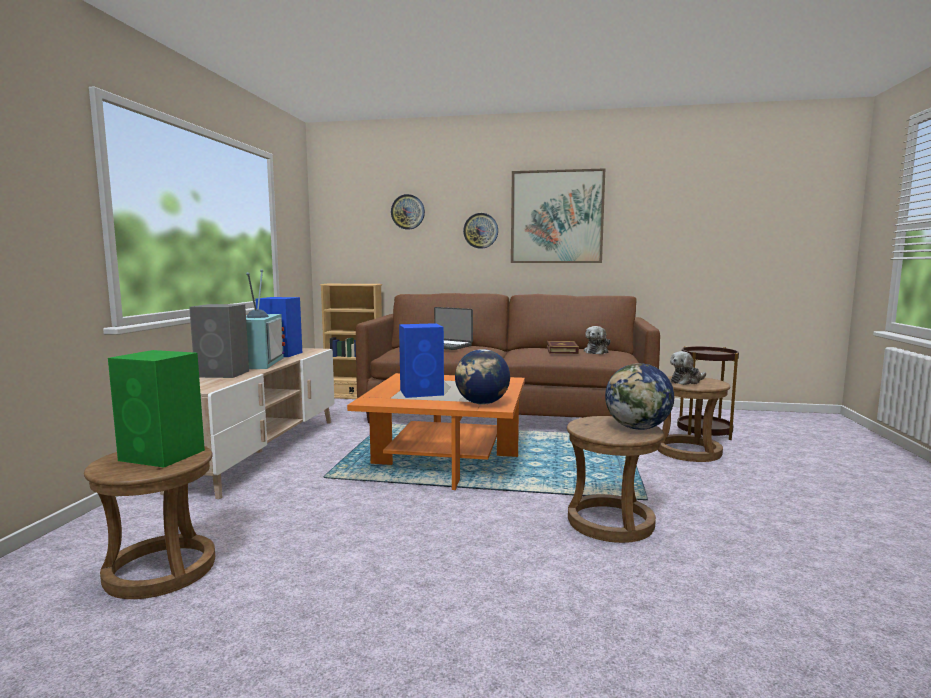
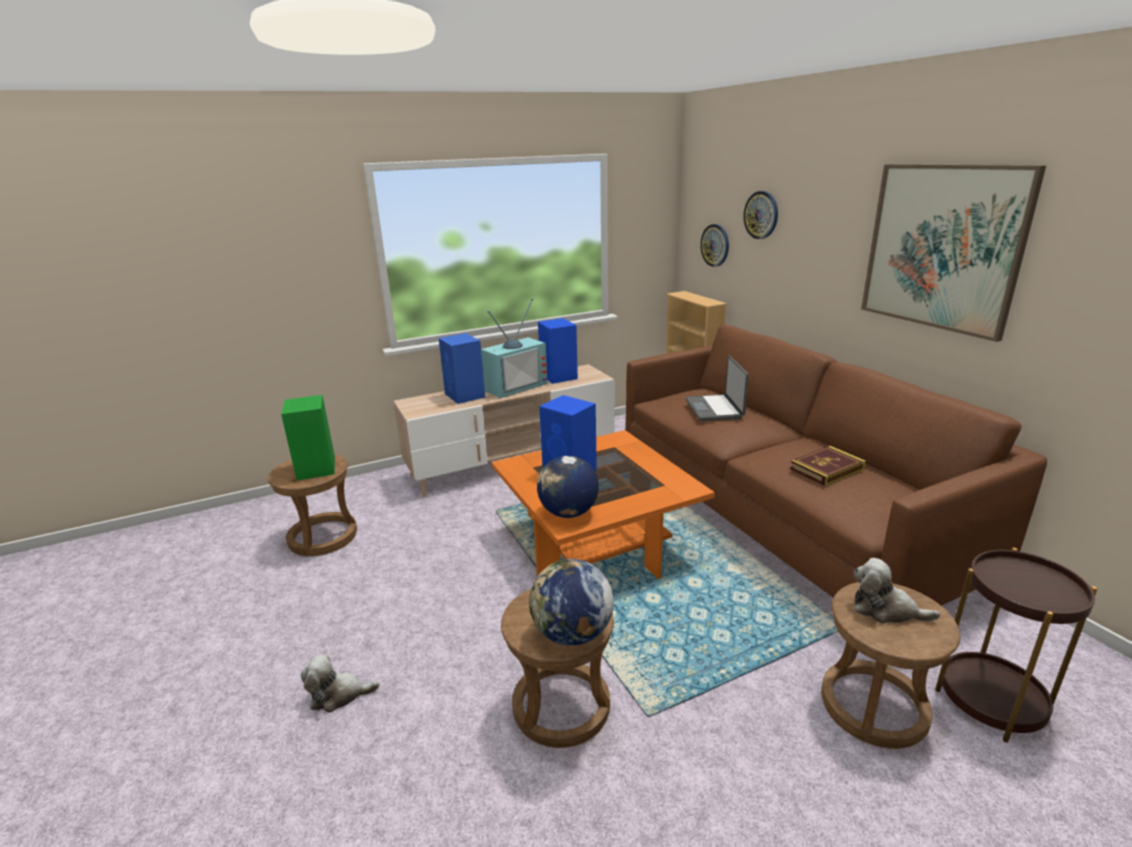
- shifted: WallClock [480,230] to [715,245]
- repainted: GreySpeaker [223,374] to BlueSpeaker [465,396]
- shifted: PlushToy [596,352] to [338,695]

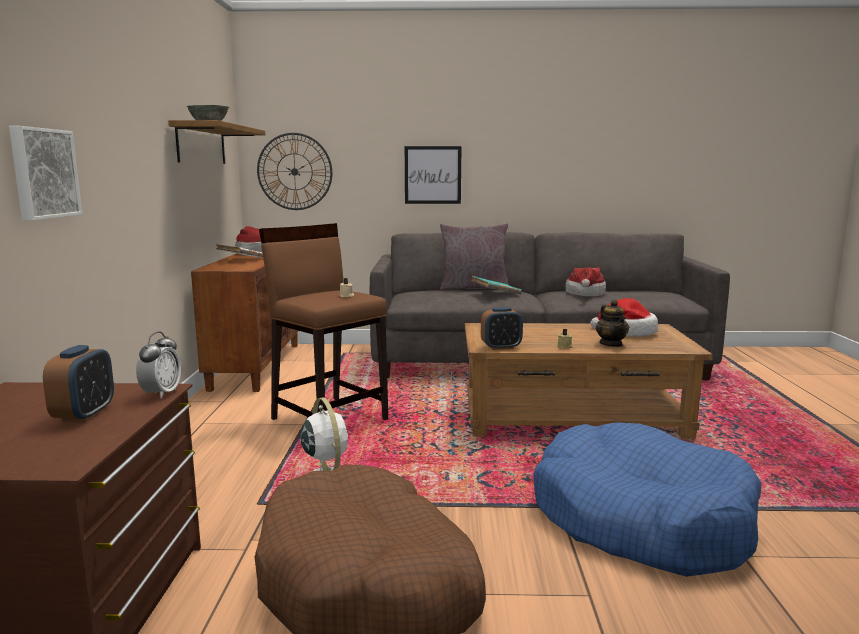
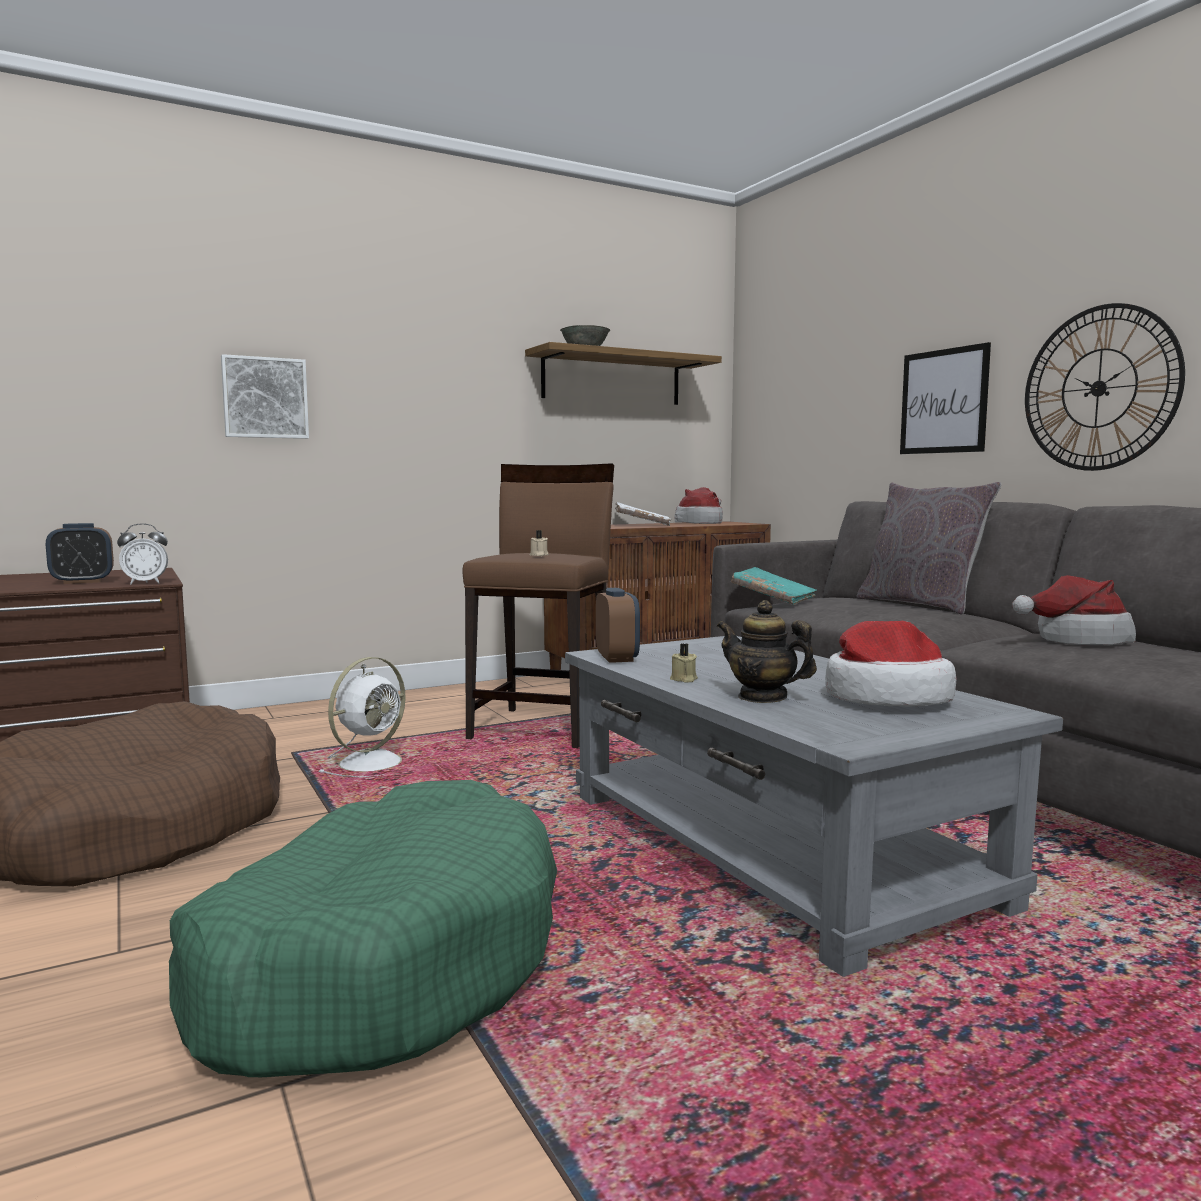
- shifted: WallClock [294,171] to [1099,388]
- shifted: TurquoiseBook [496,293] to [772,599]
- rotated: Teapot [611,344] = [763,697] 75 degrees clockwise
- rotated: AlarmClock [501,347] = [617,658] 150 degrees counterclockwise
- repainted: BrownCoffeeTable [573,418] to GreyCoffeeTable [771,848]
- repainted: BlueDogBed [640,519] to GreenDogBed [381,961]

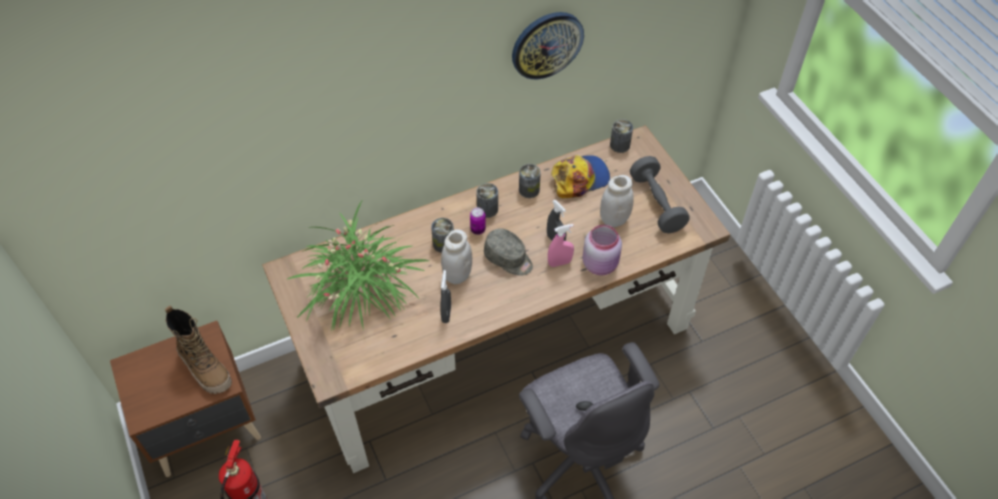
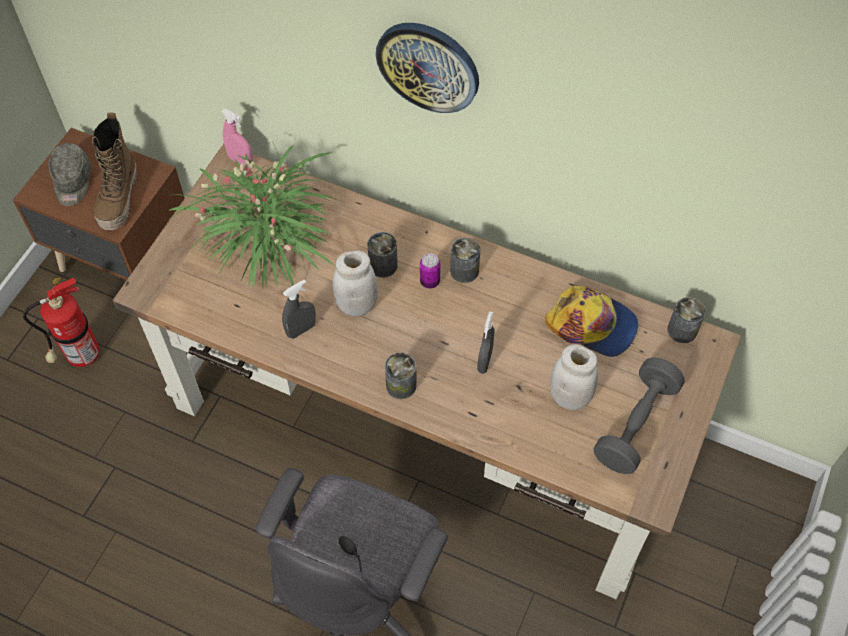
- shifted: WallClock [546,44] to [428,66]
- shifted: Can [529,190] to [401,385]
- shifted: PinkSprayBottle [559,263] to [240,161]
- gone: PinkJar [601,264]
- shifted: GreyCap [508,258] to [72,182]

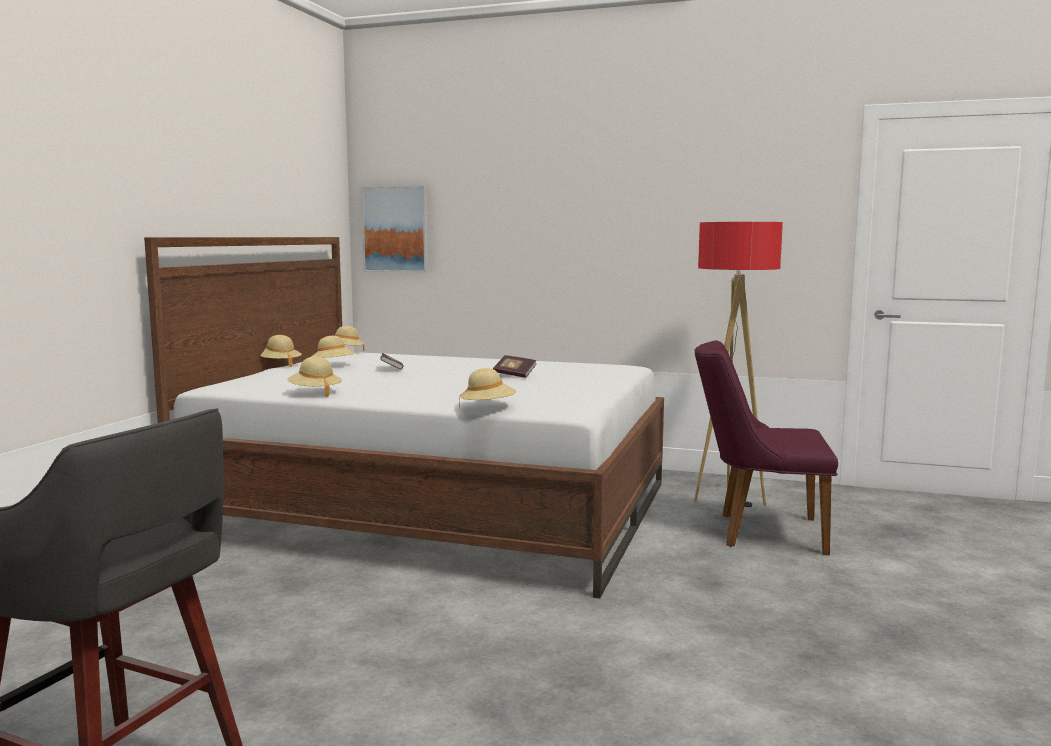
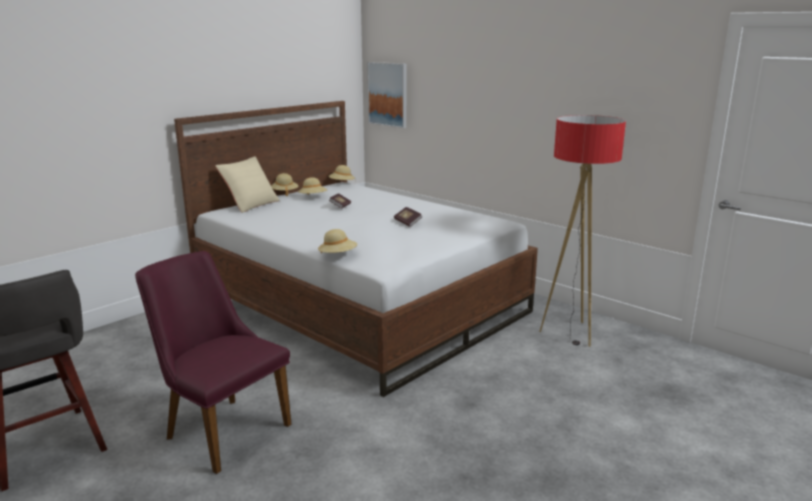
- shifted: PurpleChair [759,531] to [220,428]
- gone: BeigeHat [315,393]
- new: BeigePillow [250,204]

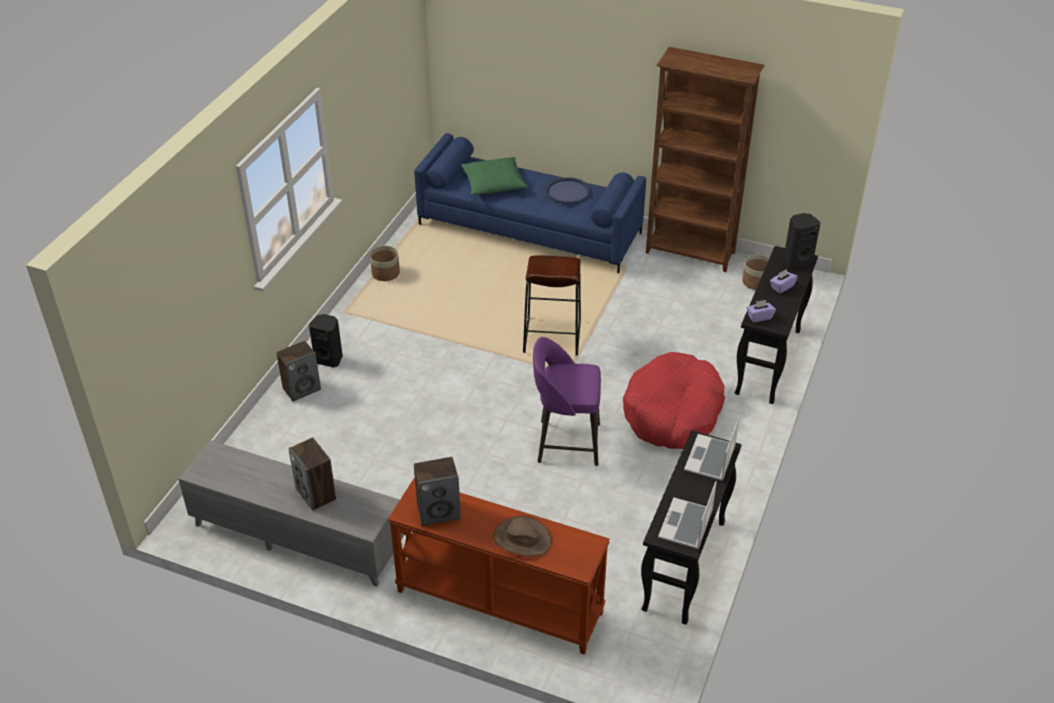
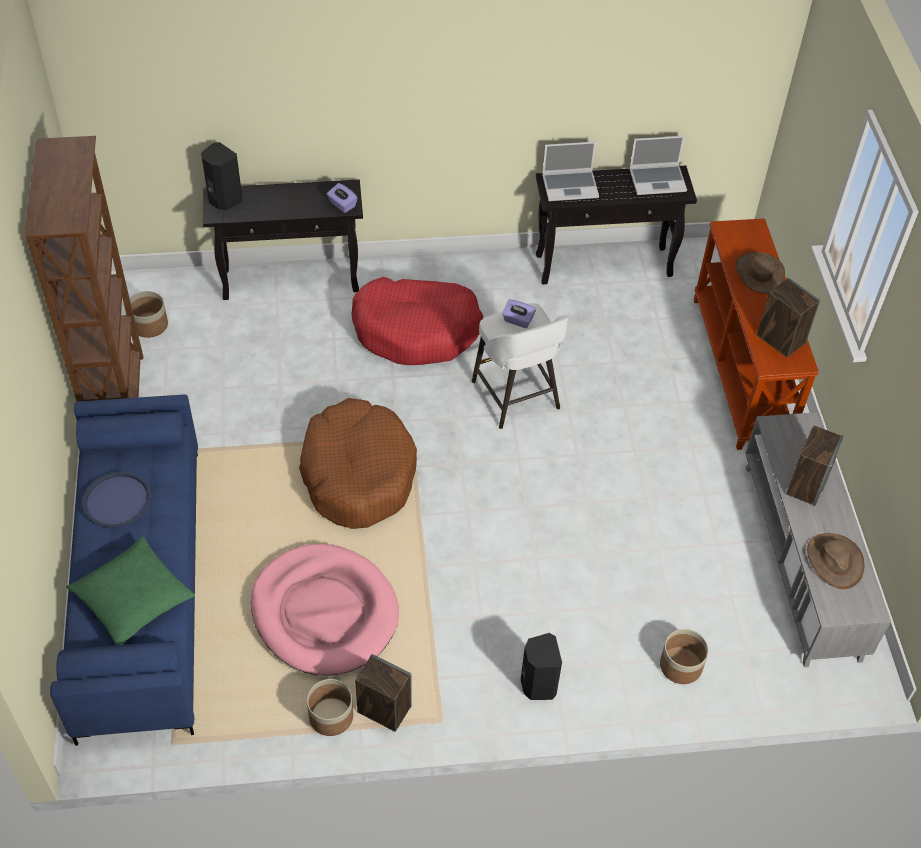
- swapped: BrownStool [551,337] to BrownDogBed [358,474]
- shifted: PurpleTissueBox [782,287] to [518,320]
- repainted: PurpleStool [566,442] to WhiteStool [516,397]
- shifted: Speaker [302,389] to [383,709]
- new: BrownHat [834,561]
- new: PinkDogBed [324,612]
- new: Planter [680,666]

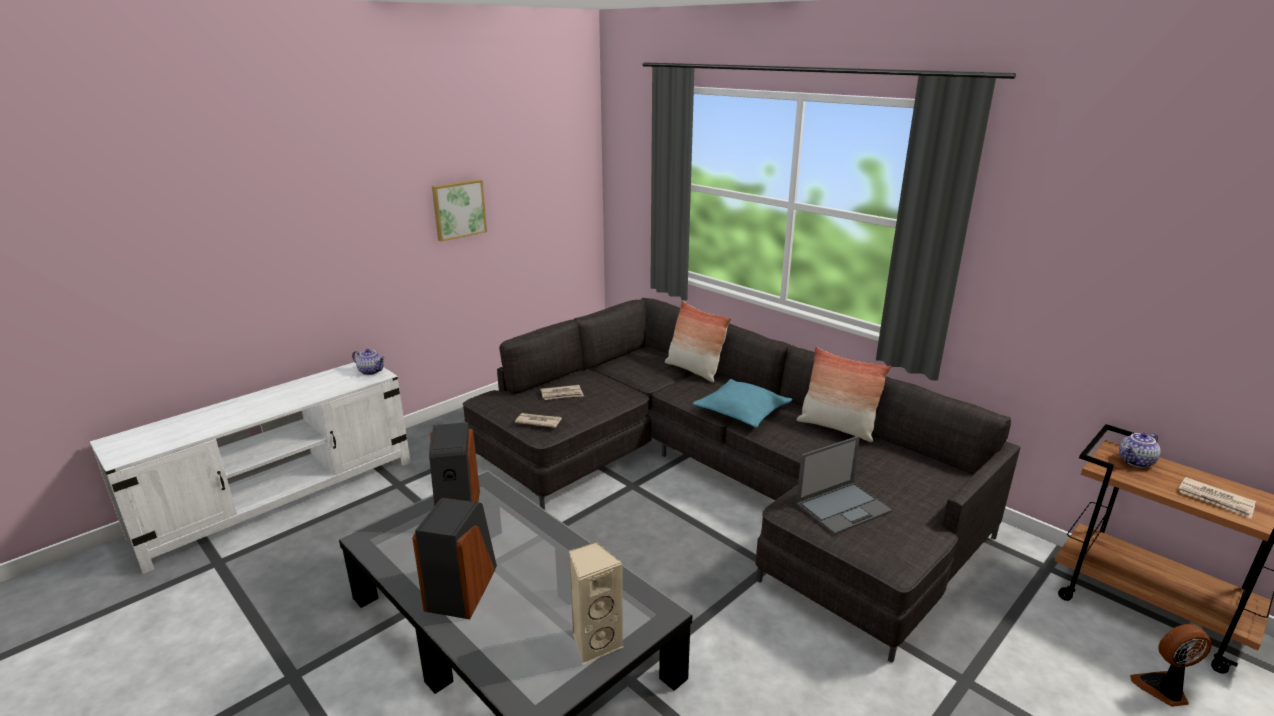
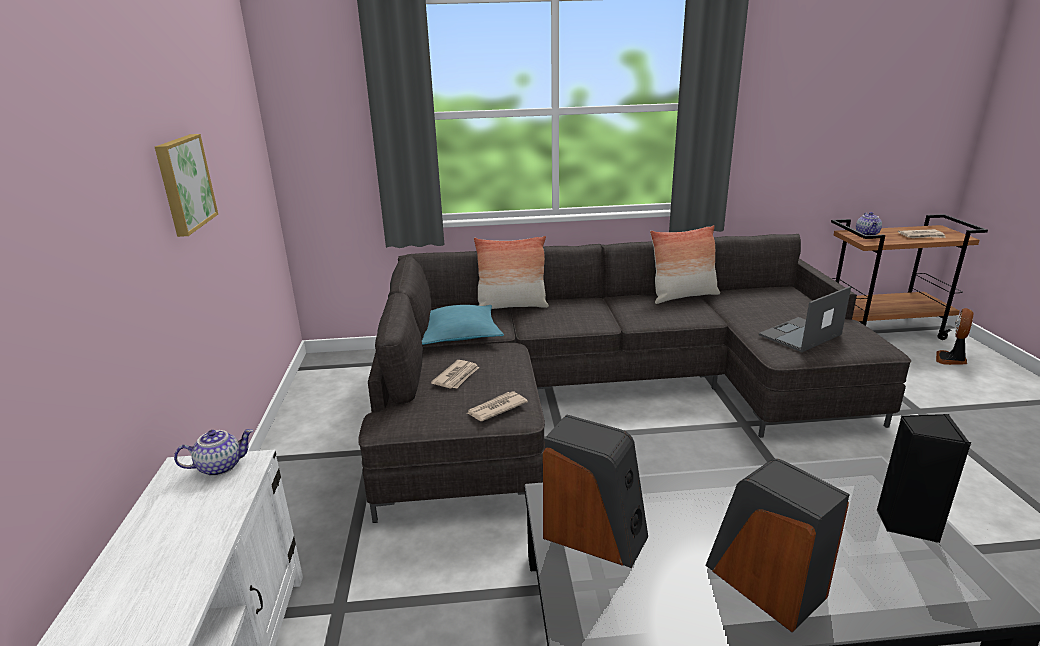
- shifted: TurquoisePillow [741,412] to [459,334]
- rotated: Laptop [843,507] = [799,335] 135 degrees counterclockwise
- repainted: BeigeSpeaker [595,642] to BlackSpeaker [906,523]

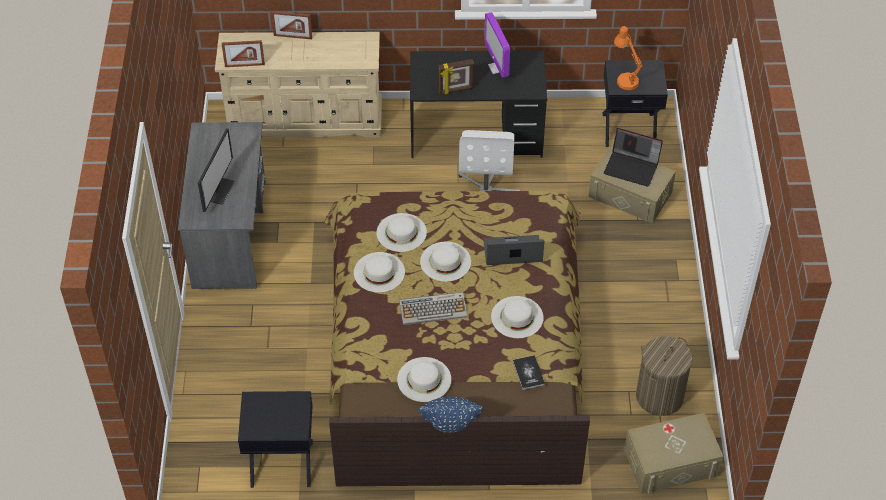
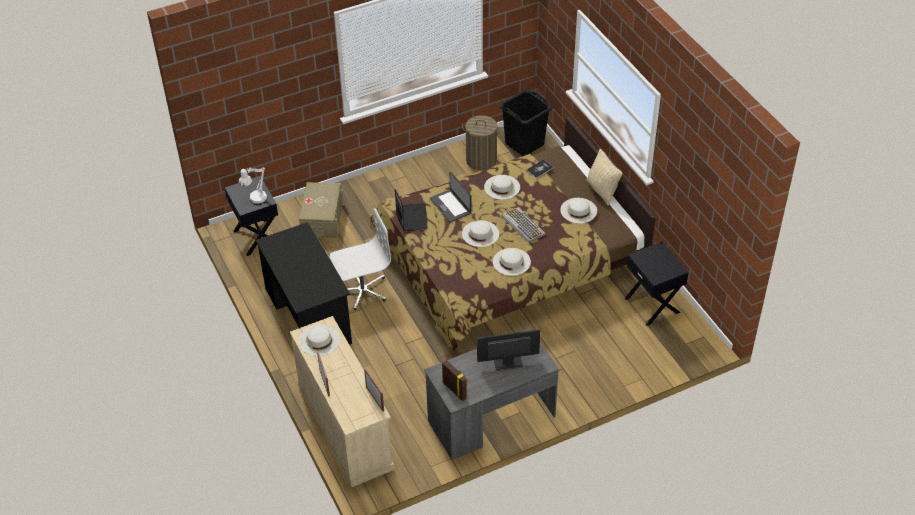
- gone: Monitor [497,67]
- repainted: OrangeTableLamp [625,79] to WhiteTableLamp [255,200]
- shifted: PictureFrame [456,90] to [455,390]
- shifted: Laptop [632,167] to [411,217]
- shifted: WhiteHat [401,232] to [319,340]
- repainted: BluePillow [450,429] to BeigePillow [602,191]
- swapped: BeigeStorageBox [671,462] to BlackLaundryBasket [524,143]

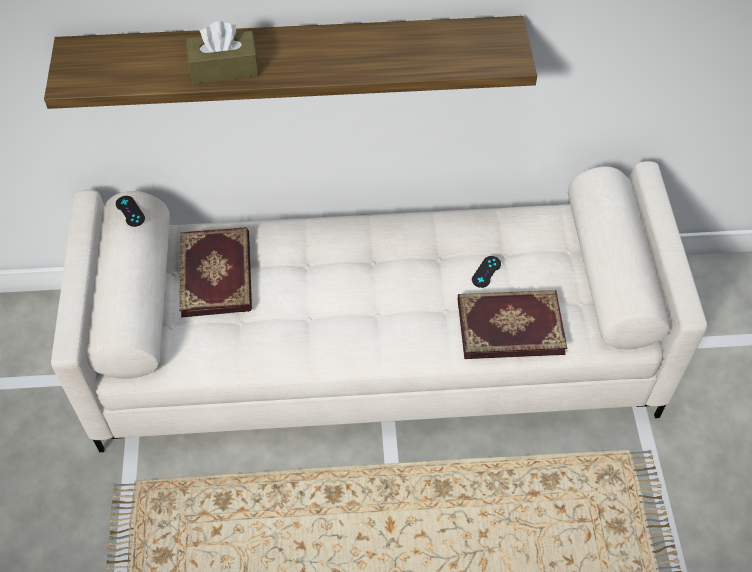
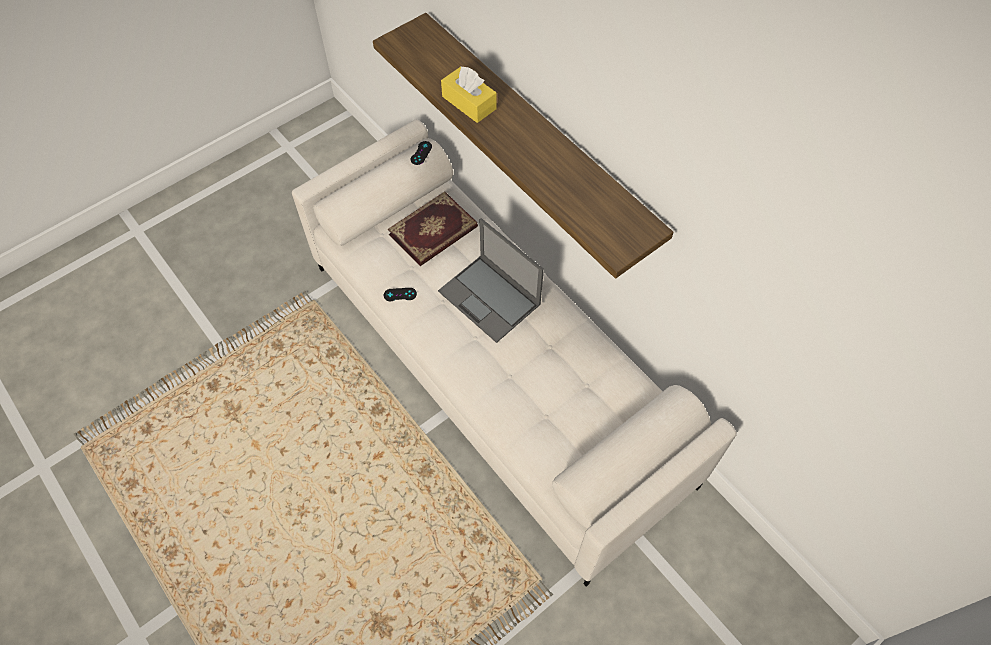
- repainted: BrownTissueBox [224,68] to YellowTissueBox [469,102]
- shifted: BlackGameController [486,272] to [400,294]
- gone: Book [510,325]
- new: Laptop [490,298]

